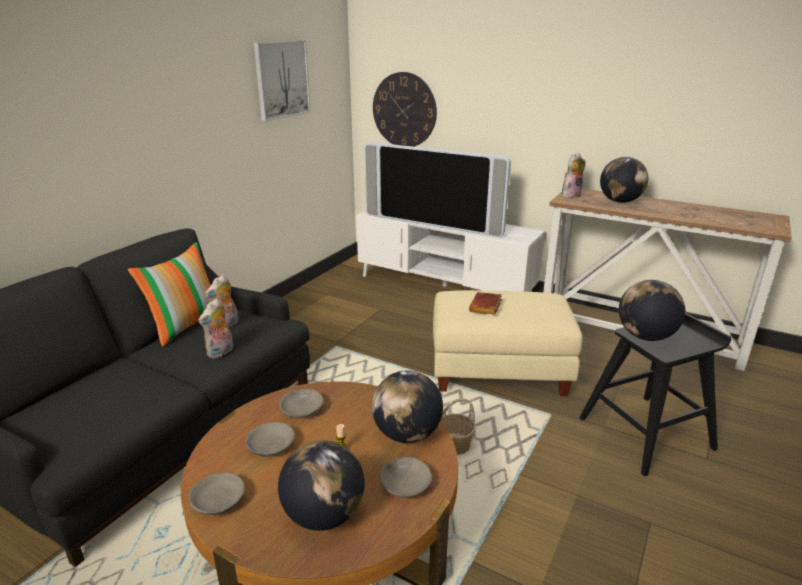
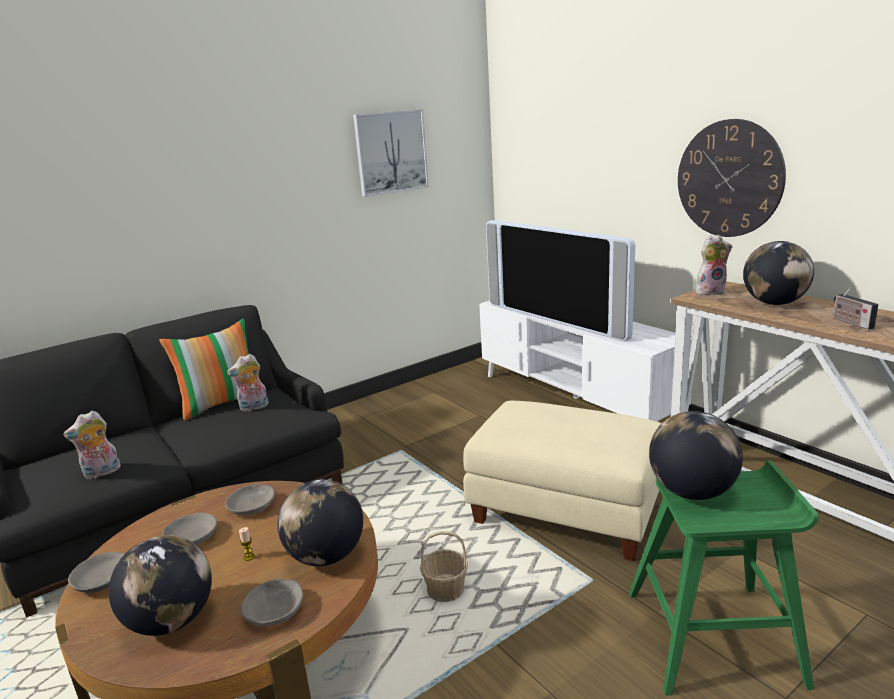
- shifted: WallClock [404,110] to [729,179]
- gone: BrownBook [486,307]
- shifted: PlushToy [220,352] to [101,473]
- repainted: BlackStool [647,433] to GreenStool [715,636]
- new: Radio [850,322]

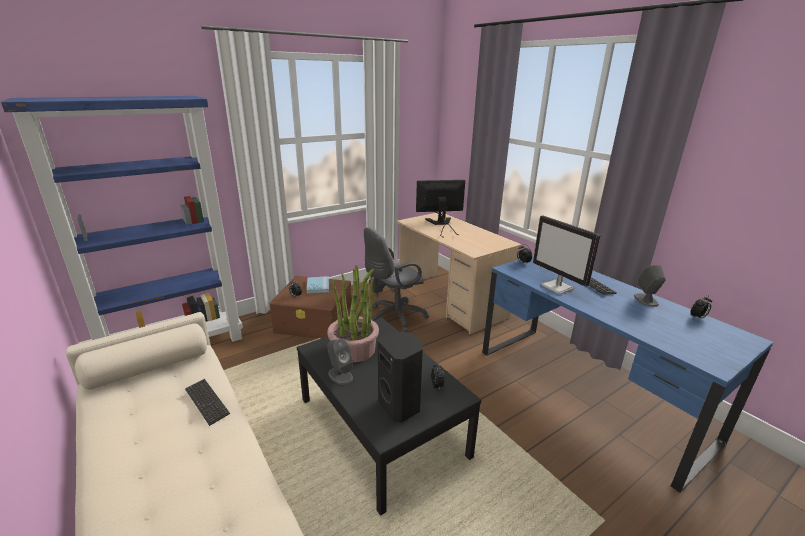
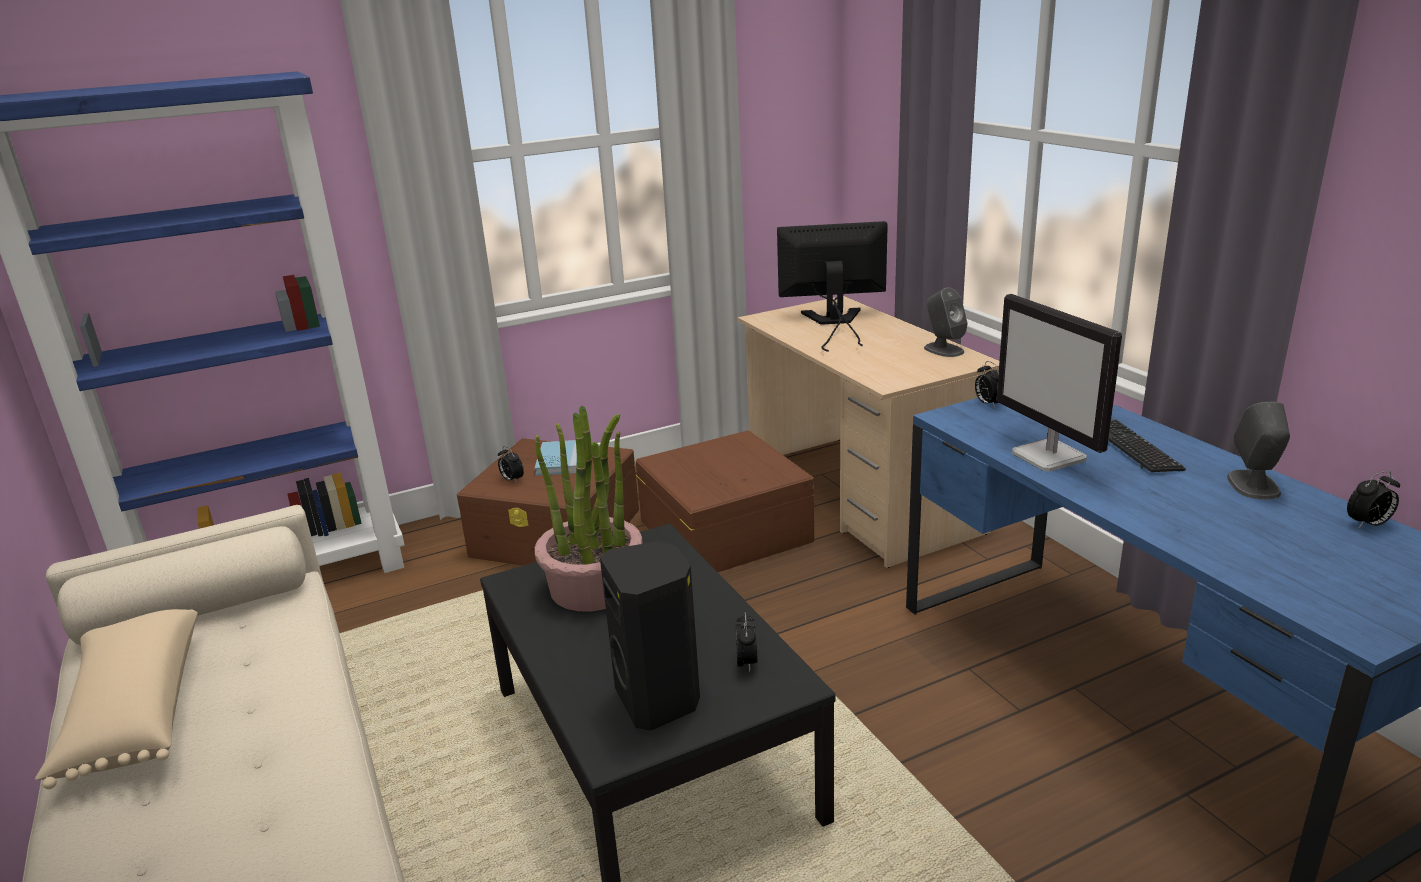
- swapped: GreyOfficeChair [393,317] to BrownStorageBox [725,529]
- shifted: GreySpeaker [340,375] to [943,350]
- gone: Keyboard [207,402]
- new: BeigePillow [133,714]

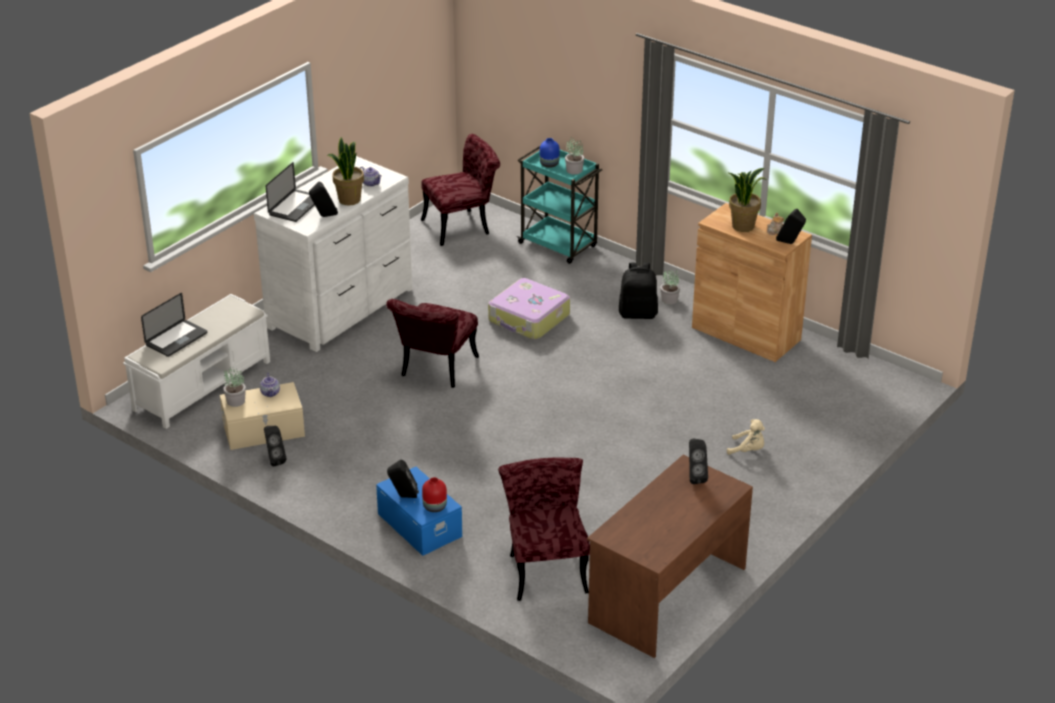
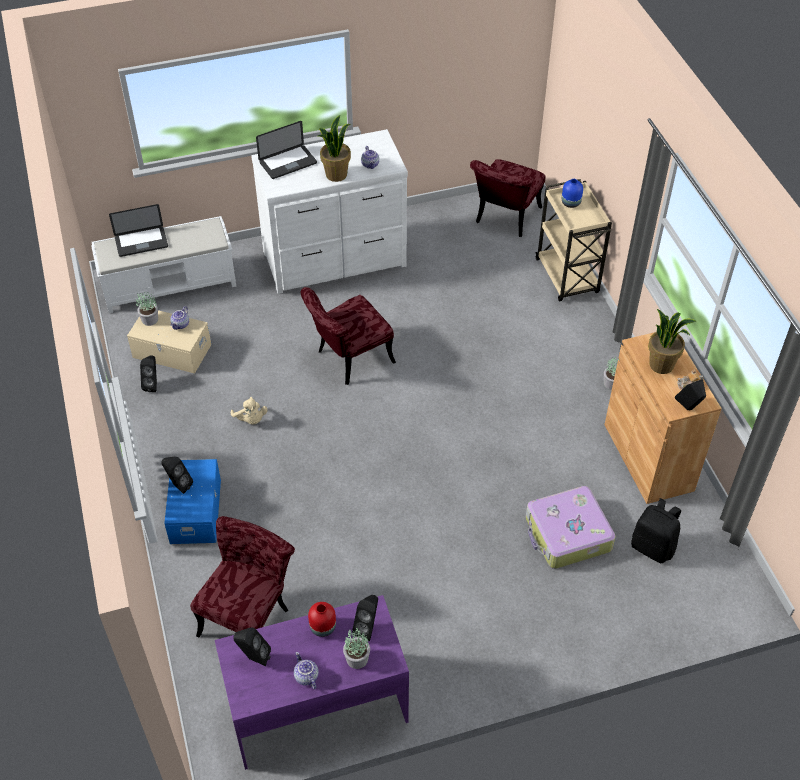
- rotated: RedChair [462,226] = [505,219] 105 degrees clockwise
- shifted: PottedPlant [574,170] to [356,658]
- repainted: TurquoiseCart [559,245] to BeigeCart [567,277]
- shifted: BlackSpeaker [324,216] to [254,657]
- shifted: BlackBackpack [638,313] to [653,547]
- shifted: Suitcase [529,319] to [567,535]
- shifted: BeigePlushToy [748,450] to [251,419]
- repainted: BrownDesk [666,594] to PurpleDesk [317,707]
- shifted: RedVase [435,506] to [323,626]
- new: Teapot [306,677]

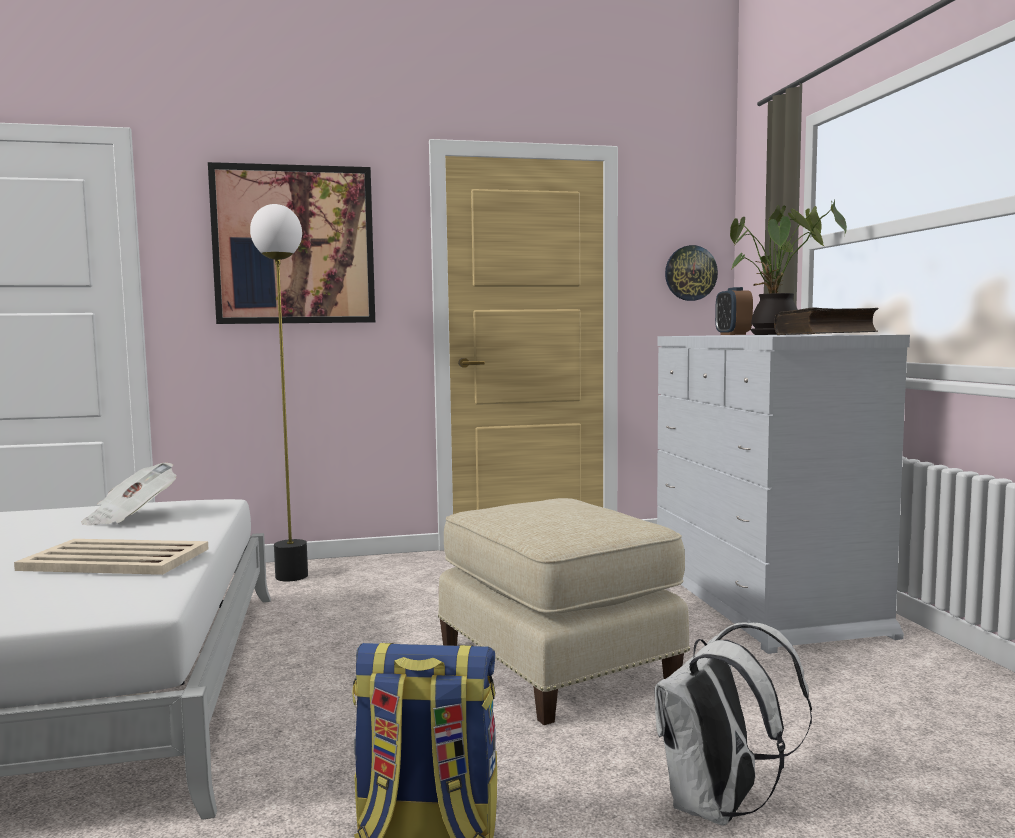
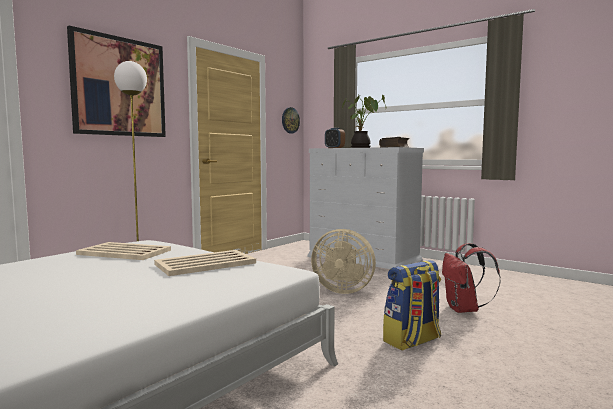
- swapped: Newspaper [131,517] to BeigeTray [125,252]
- swapped: BeigeOttoman [558,662] to BeigeFan [342,290]
- repainted: WhiteBackpack [718,807] to RedBackpack [464,309]

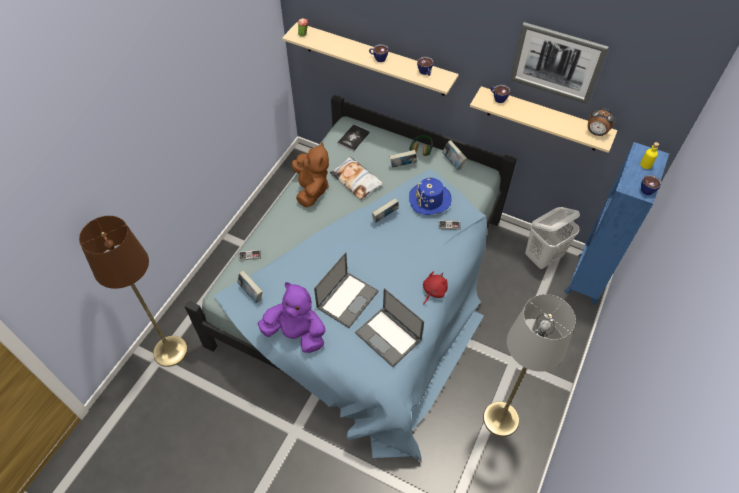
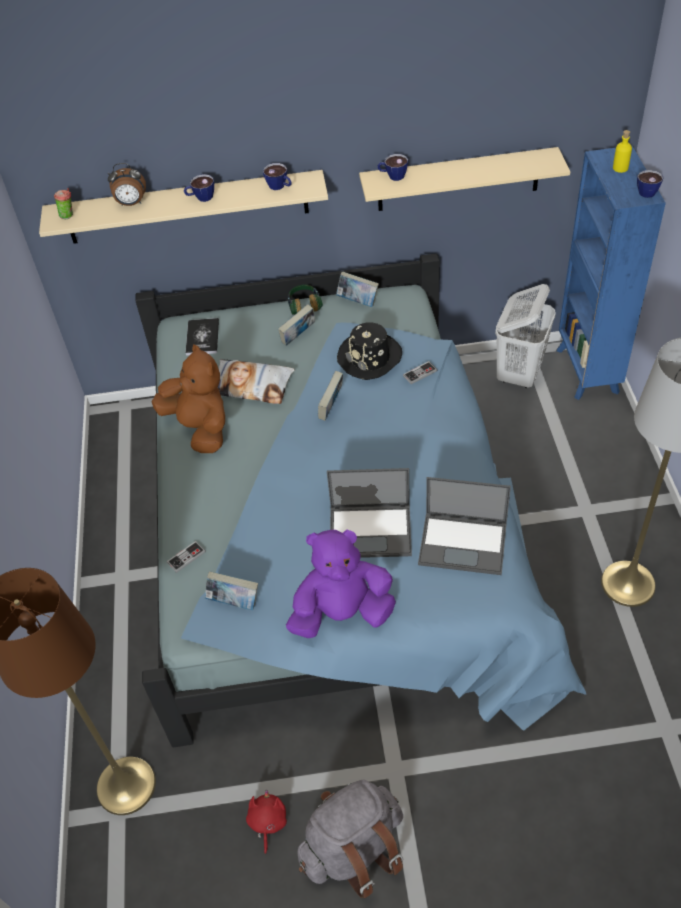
- gone: Picture [557,63]
- shifted: AlarmClock [596,133] to [131,204]
- repainted: BlueHat [430,200] to BlackHat [370,357]
- rotated: Laptop [347,299] = [371,530] 90 degrees clockwise
- shifted: RedPlushToy [433,291] to [267,822]
- new: GreyBackpack [353,849]

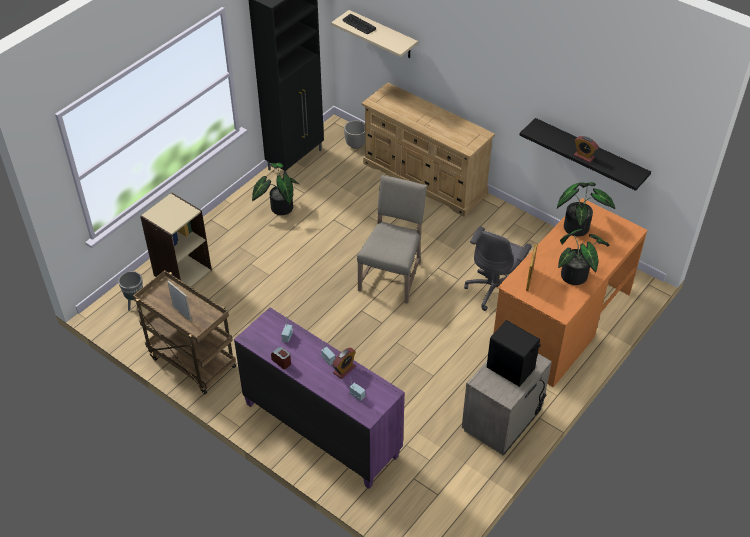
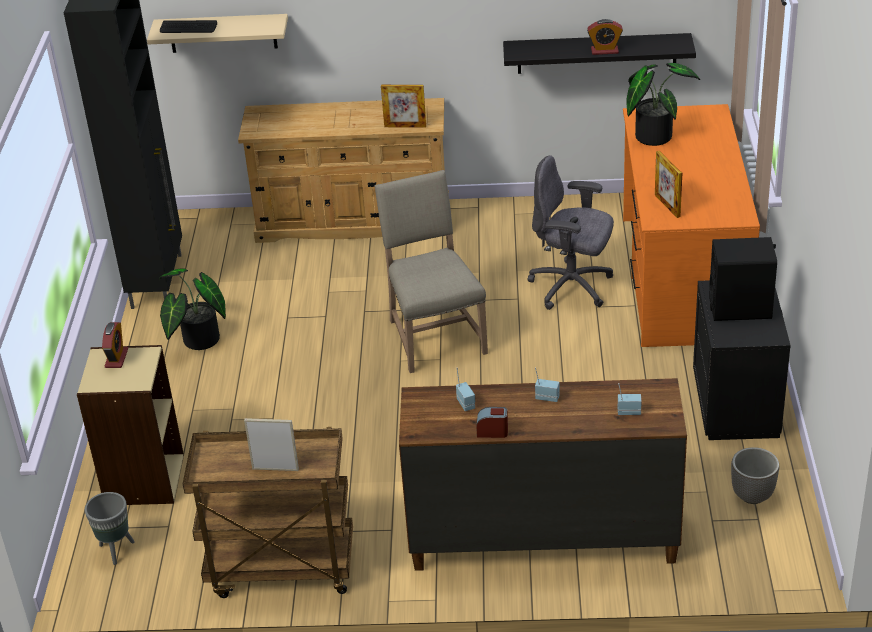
- shifted: Planter [355,145] to [752,496]
- rotated: GreyOfficeChair [494,290] = [572,287] 120 degrees clockwise
- gone: PottedPlant [577,276]
- repainted: PurpleDresser [321,429] to BrownDresser [542,538]
- shifted: AlarmClock [344,370] to [116,358]
- repainted: BeigeNightstand [503,420] to BlackNightstand [737,405]
- new: PictureFrame [405,126]

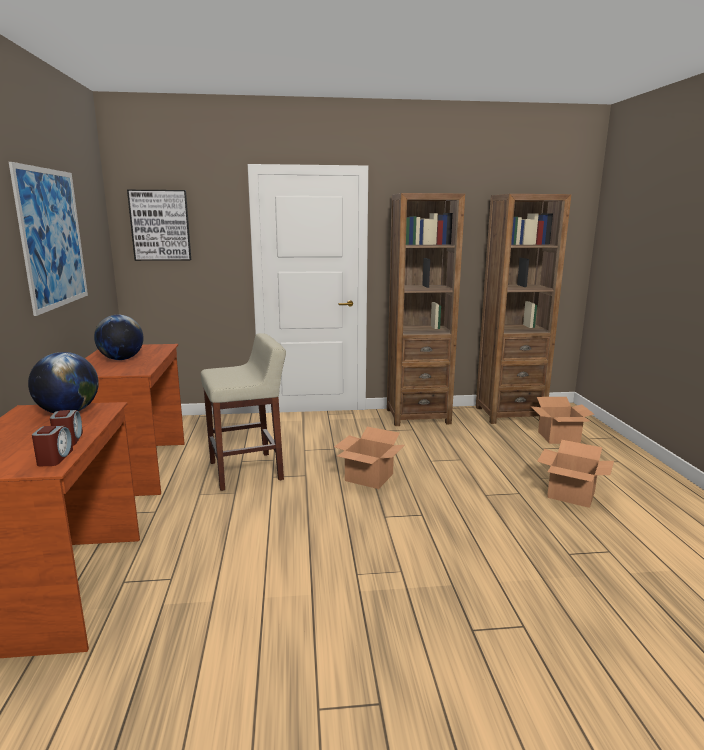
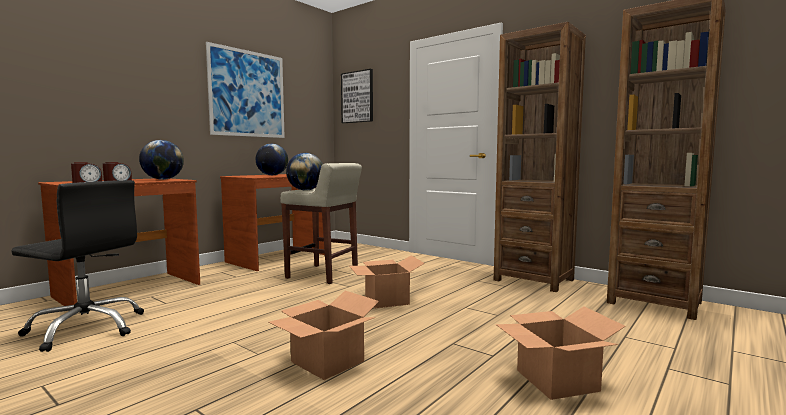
- shifted: CardboardBox [559,437] to [328,362]
- new: Globe [305,190]
- new: BlackOfficeChair [87,328]

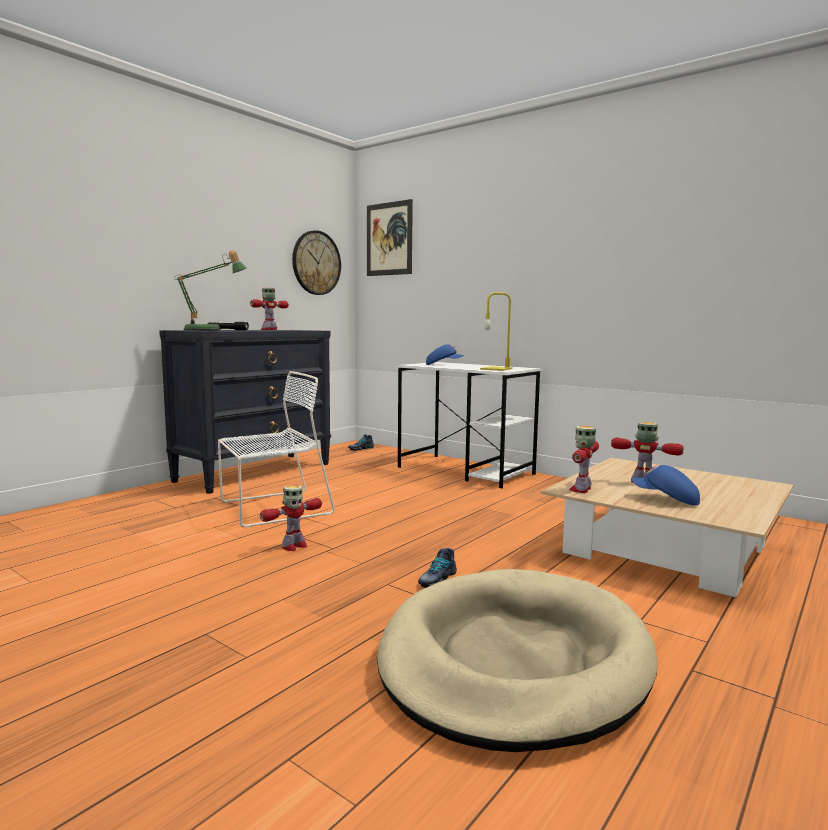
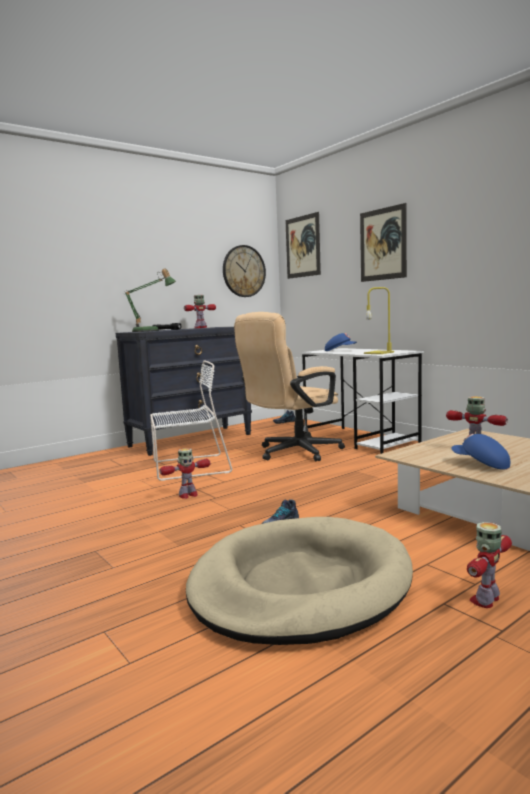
- shifted: ToyRobot [581,489] to [486,600]
- new: Picture [383,244]
- new: BeigeOfficeChair [292,453]

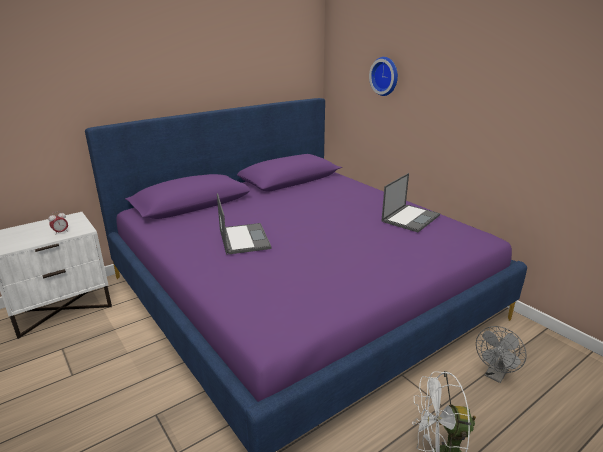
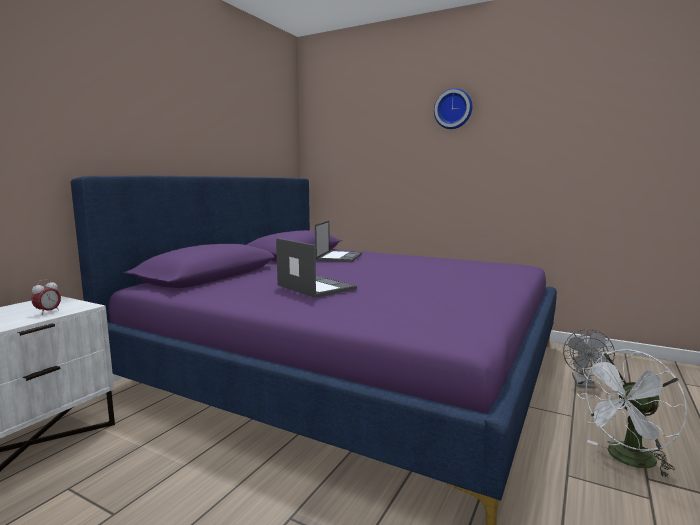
- shifted: WallClock [385,76] to [453,109]
- shifted: Laptop [410,218] to [339,257]

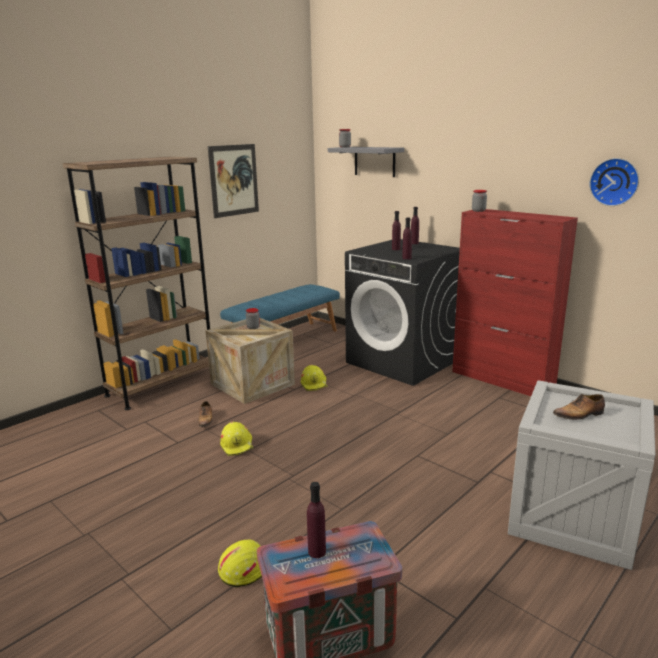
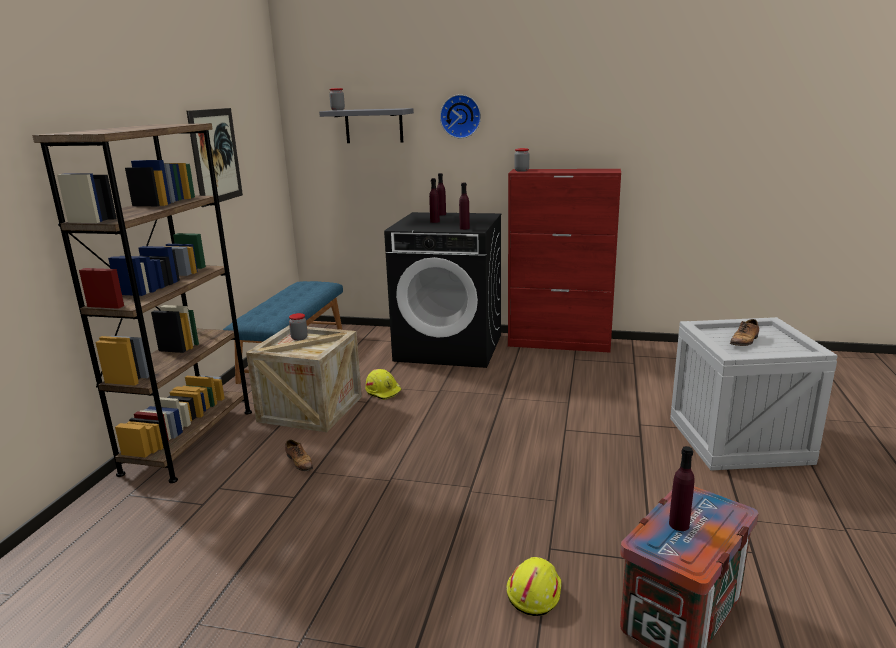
- shifted: WallClock [615,182] to [461,116]
- gone: YellowHardHat [237,445]

